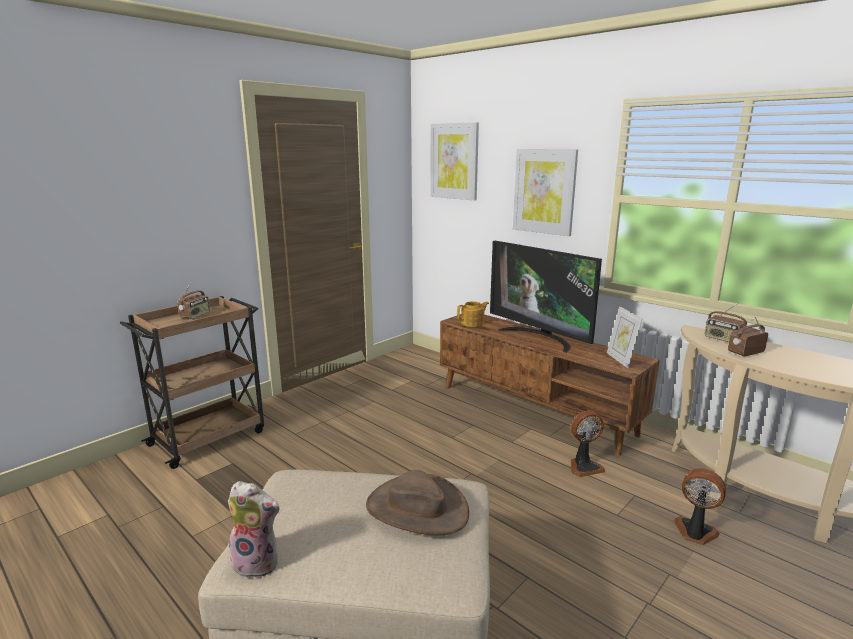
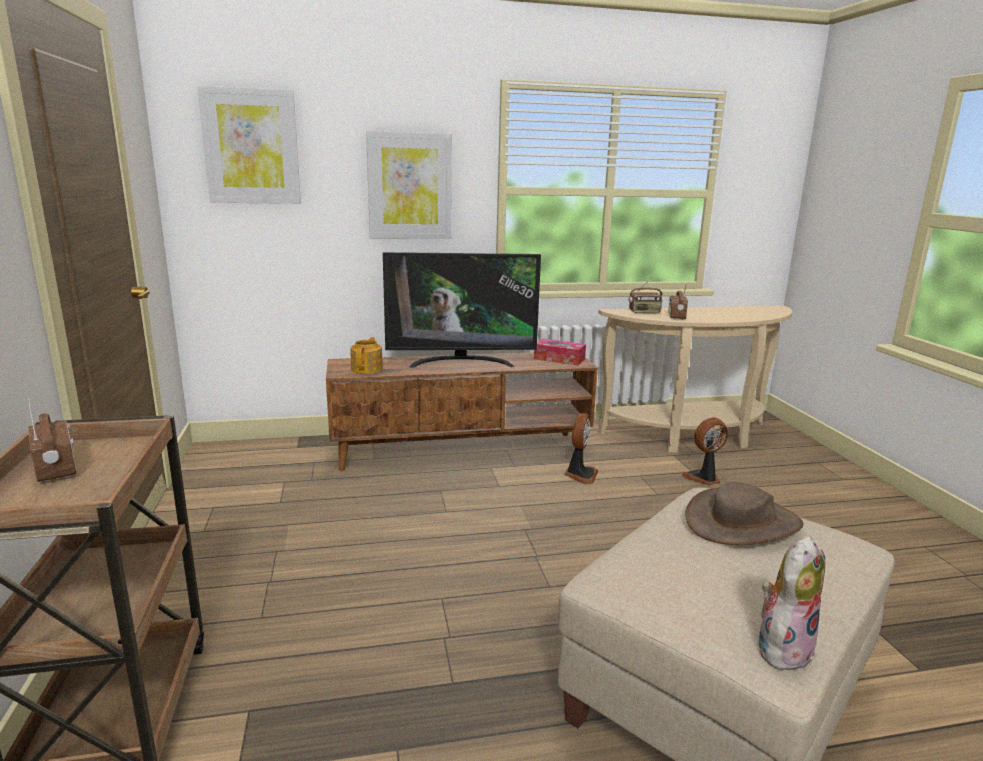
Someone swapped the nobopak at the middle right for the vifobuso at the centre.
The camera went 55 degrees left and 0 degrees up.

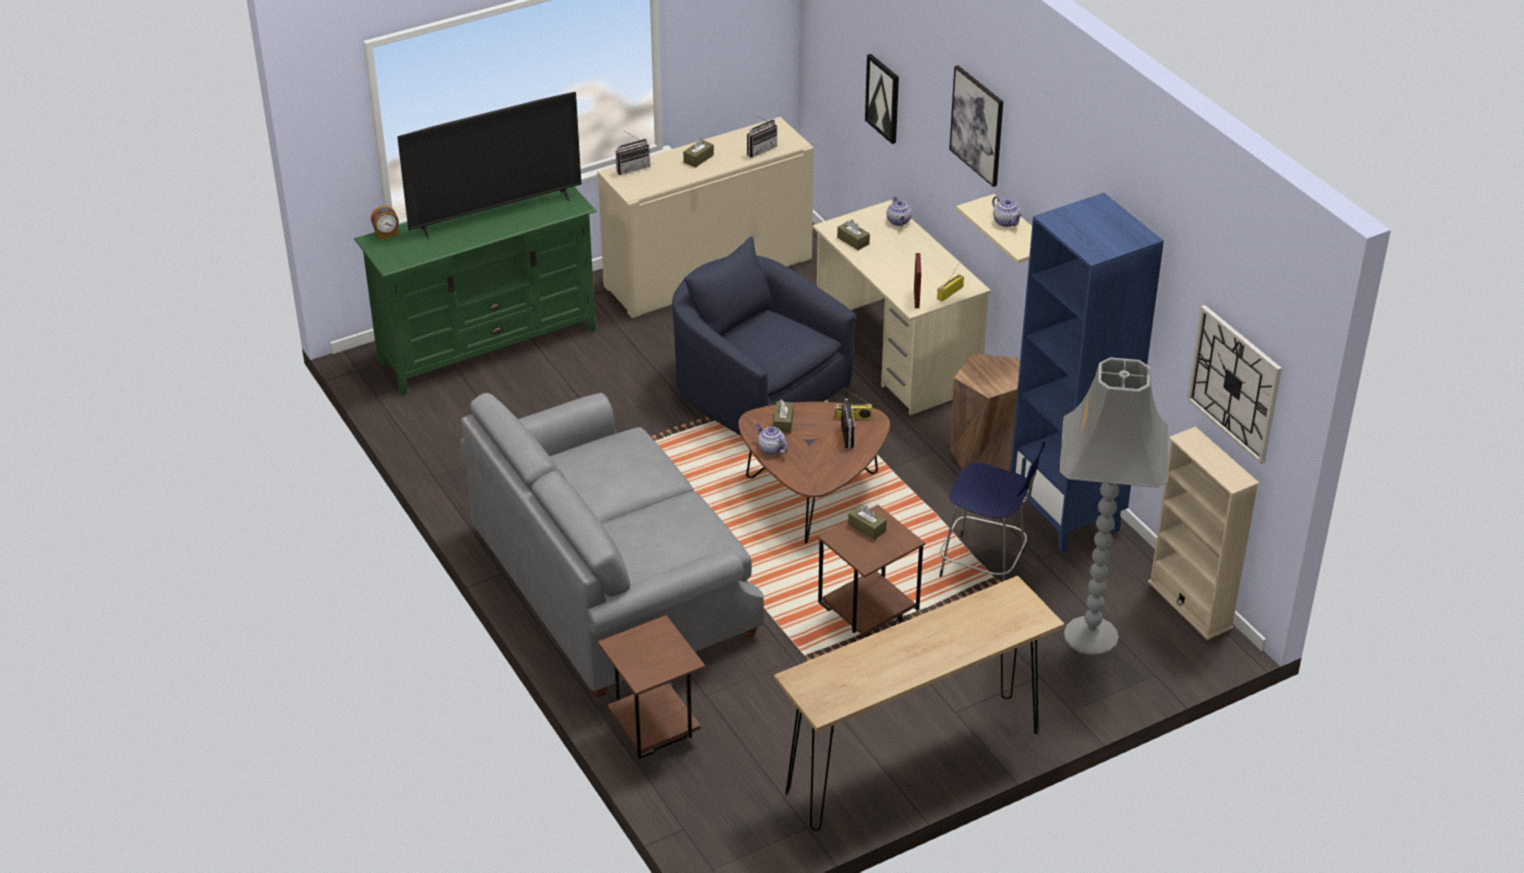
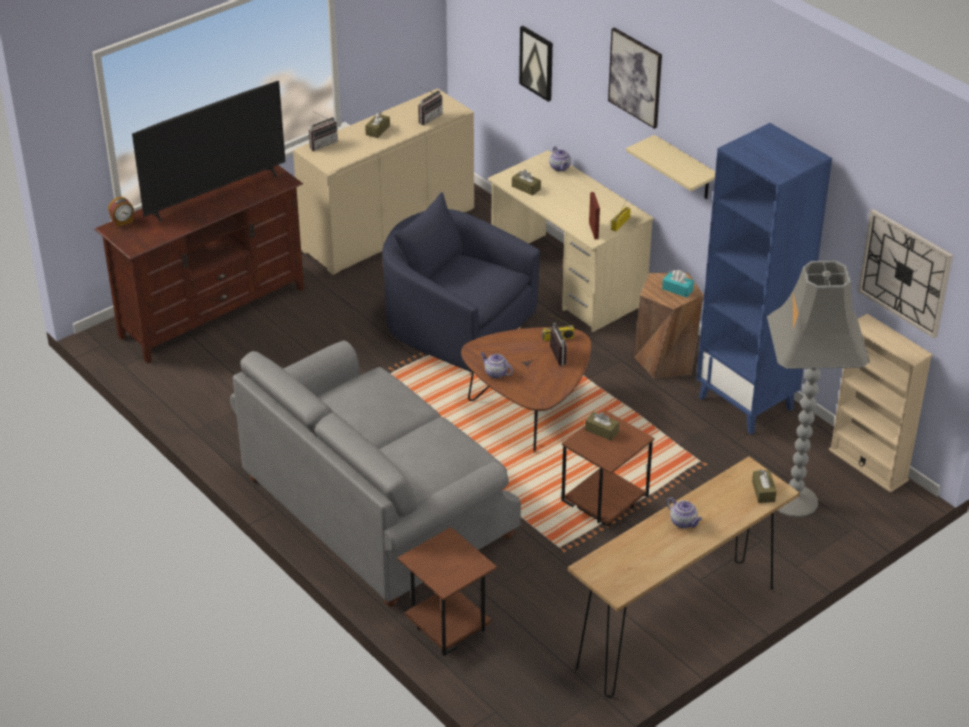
Someone repainted the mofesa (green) at the middle left, which became the mofesa (brown) at the middle left.
Someone carried the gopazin (3rd from left) from the top centre to the bottom right.
Someone carried the vifobuso (brown) (2nd from left in the first image) from the centre to the bottom right.
Someone took away the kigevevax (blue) at the centre.
Someone put down the vifobuso (turquoise) at the middle right.
The camera went 10 degrees left and 0 degrees up.

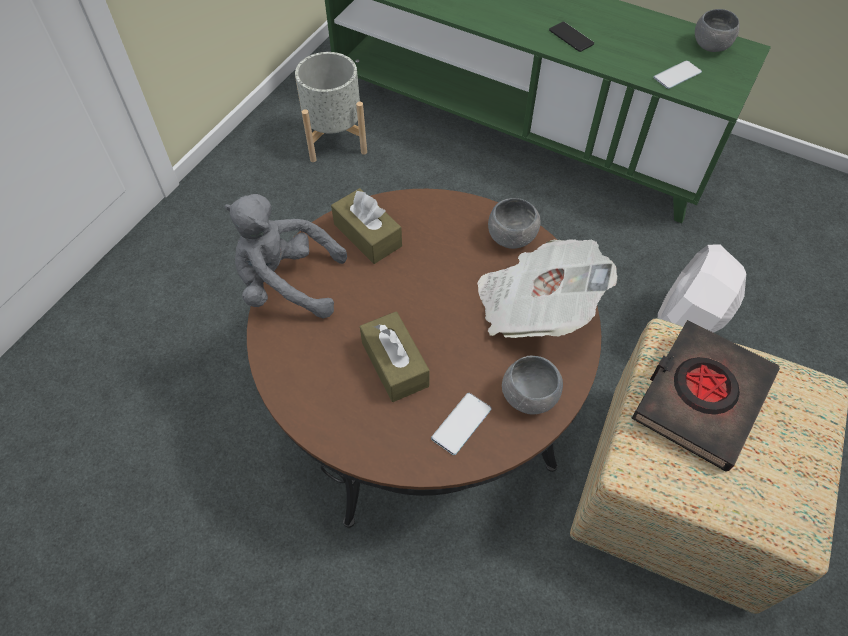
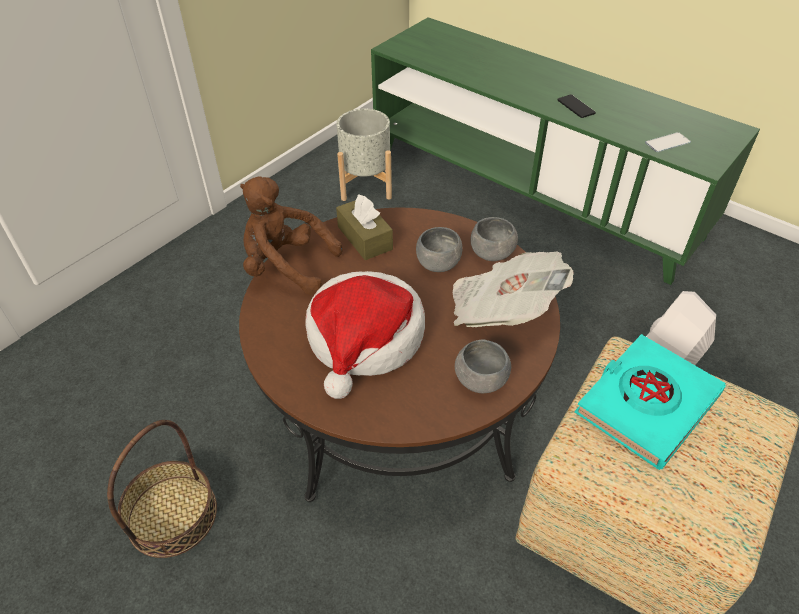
Someone carried the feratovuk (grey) (3rd from left in the first image) from the top right to the centre.
Someone repainted the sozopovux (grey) at the centre, which became the sozopovux (brown) at the centre.
Someone swapped the vifobuso (brown) (2nd from left) at the centre for the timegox at the centre.
Someone repainted the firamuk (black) at the middle right, which became the firamuk (turquoise) at the middle right.
Someone took away the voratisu (1st from left) at the bottom centre.
Someone put down the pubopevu at the bottom left.
The camera went 10 degrees right and 10 degrees down.

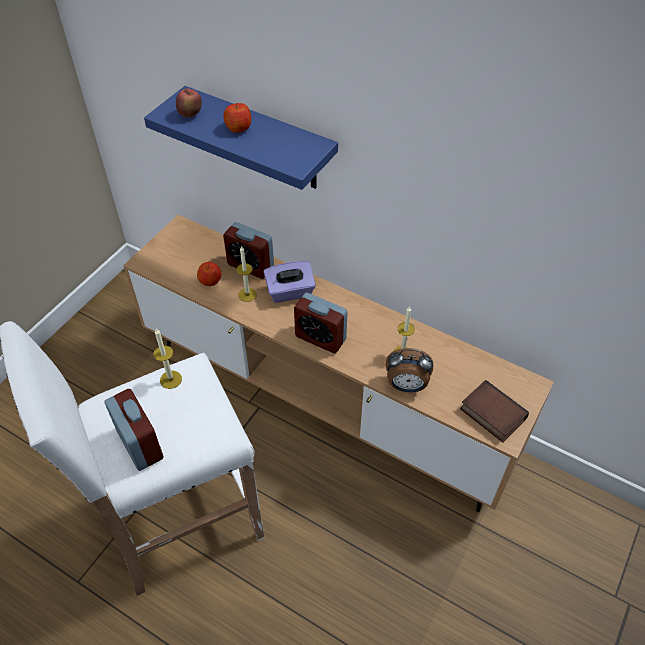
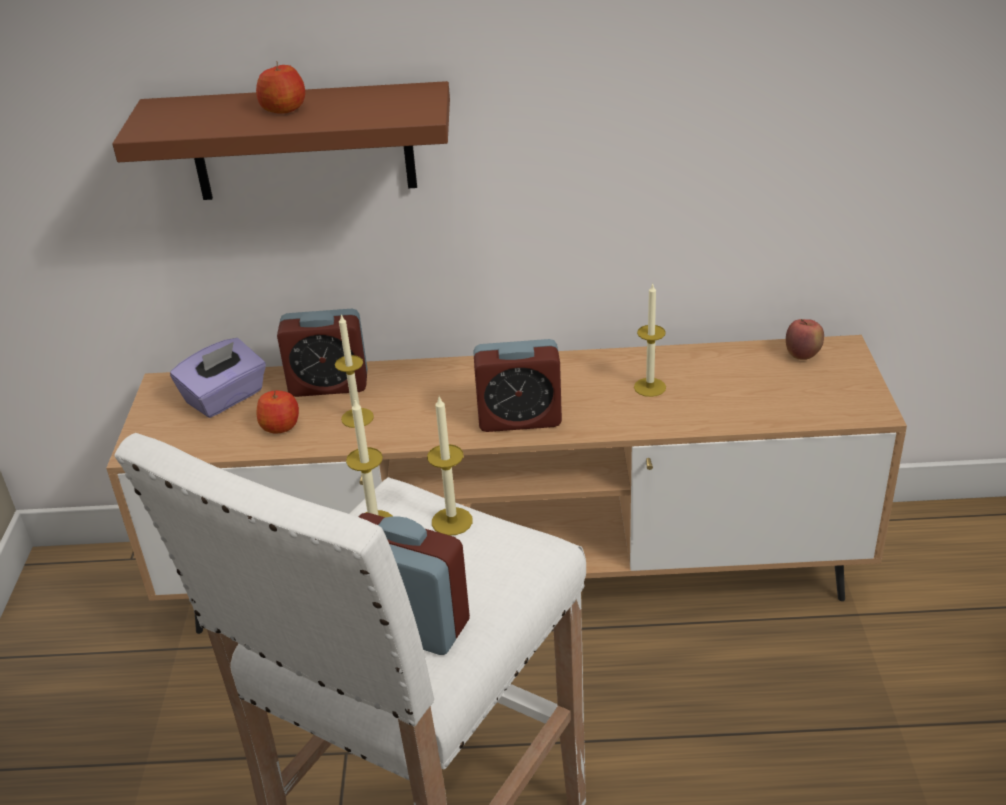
Someone repainted the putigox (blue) at the top centre, which became the putigox (brown) at the top left.
Someone carried the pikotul (1st from left in the first image) from the top left to the middle right.
Someone carried the vifobuso (purple) from the centre to the middle left.
Someone took away the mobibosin (4th from left) at the centre.
Someone took away the firamuk at the middle right.
Someone put down the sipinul (3rd from left) at the centre.
The camera went 30 degrees left and 15 degrees down.

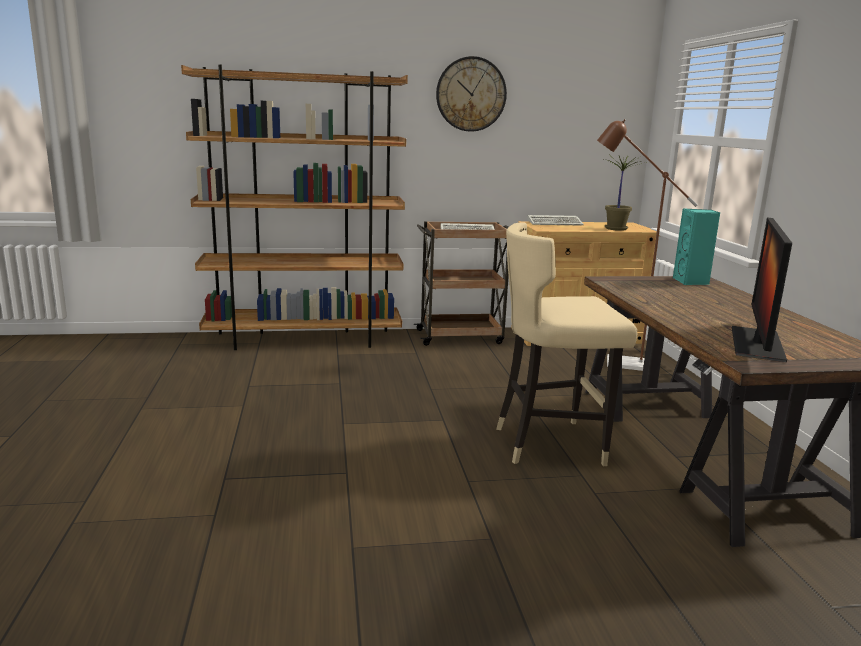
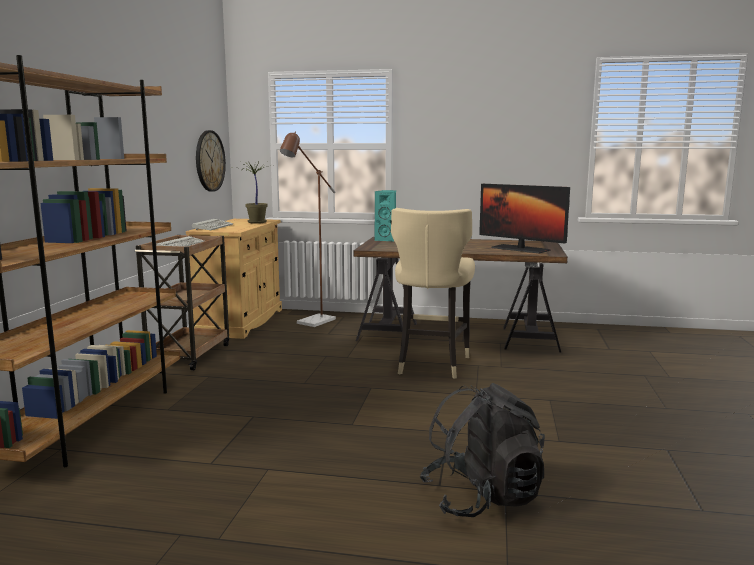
Someone carried the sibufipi from the top centre to the top left.
Someone put down the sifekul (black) at the bottom centre.
The camera went 70 degrees left and 5 degrees down.

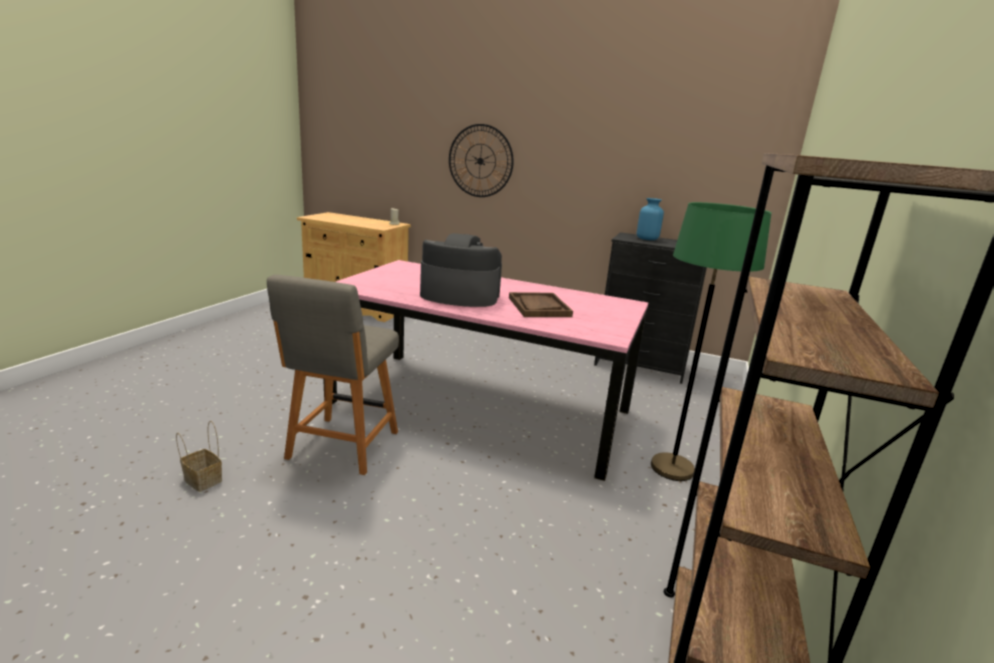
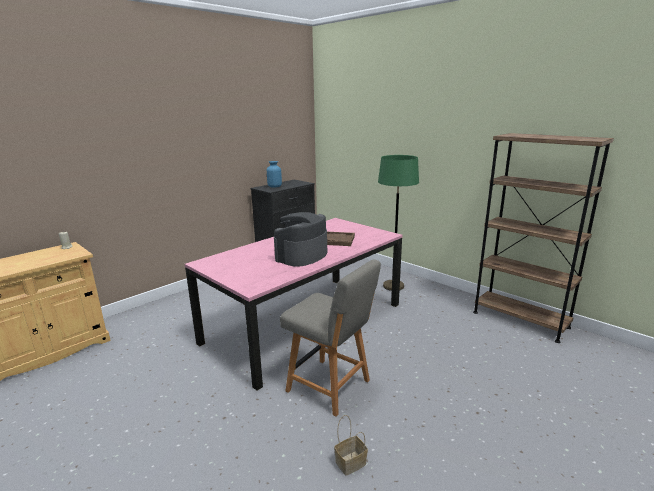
Someone took away the sibufipi at the top centre.
The camera went 65 degrees left and 0 degrees up.

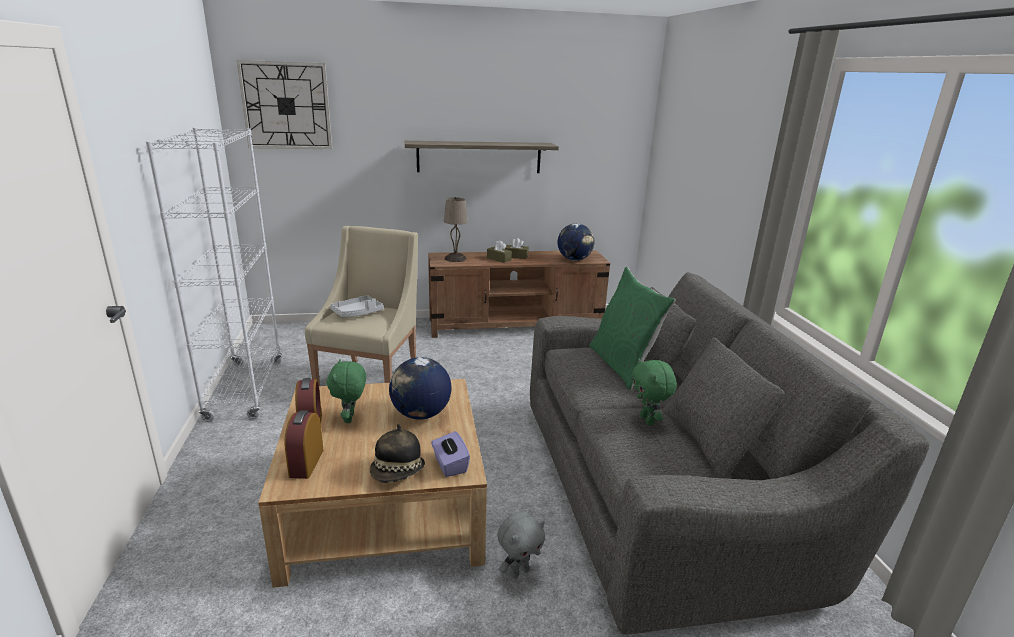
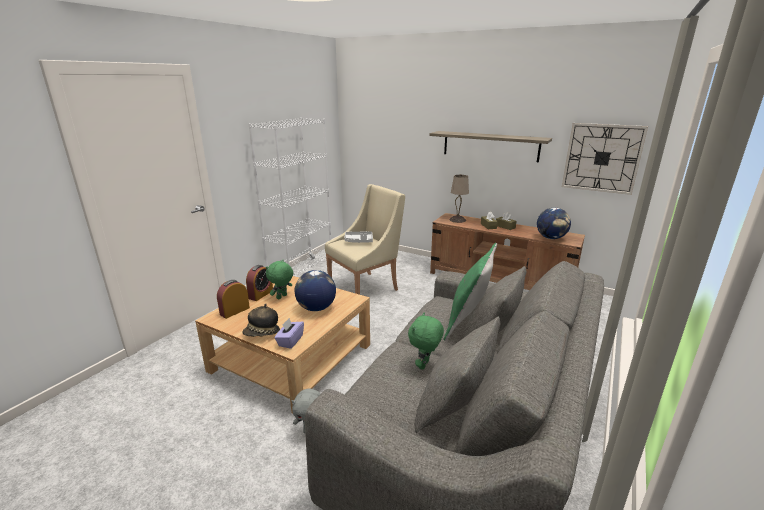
Someone carried the sibufipi from the top left to the top right.
The camera went 40 degrees right and 0 degrees up.

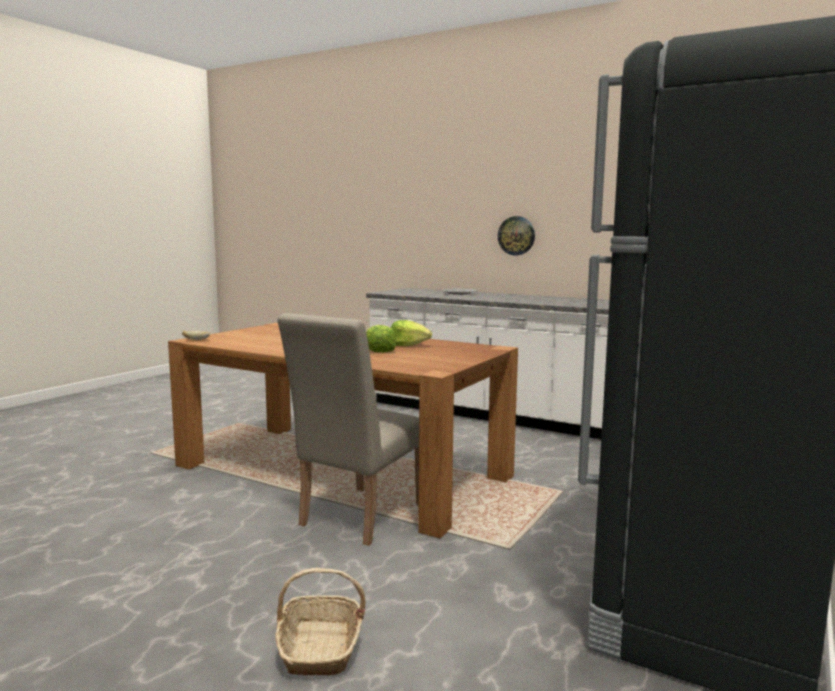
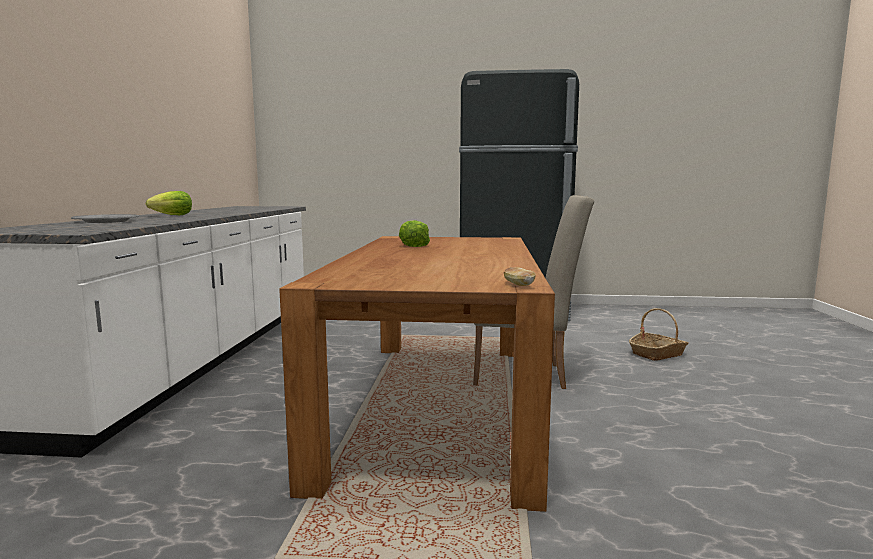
Someone took away the sibufipi at the centre.
Someone carried the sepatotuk (1st from left) from the centre to the middle left.
The camera went 115 degrees left and 0 degrees up.

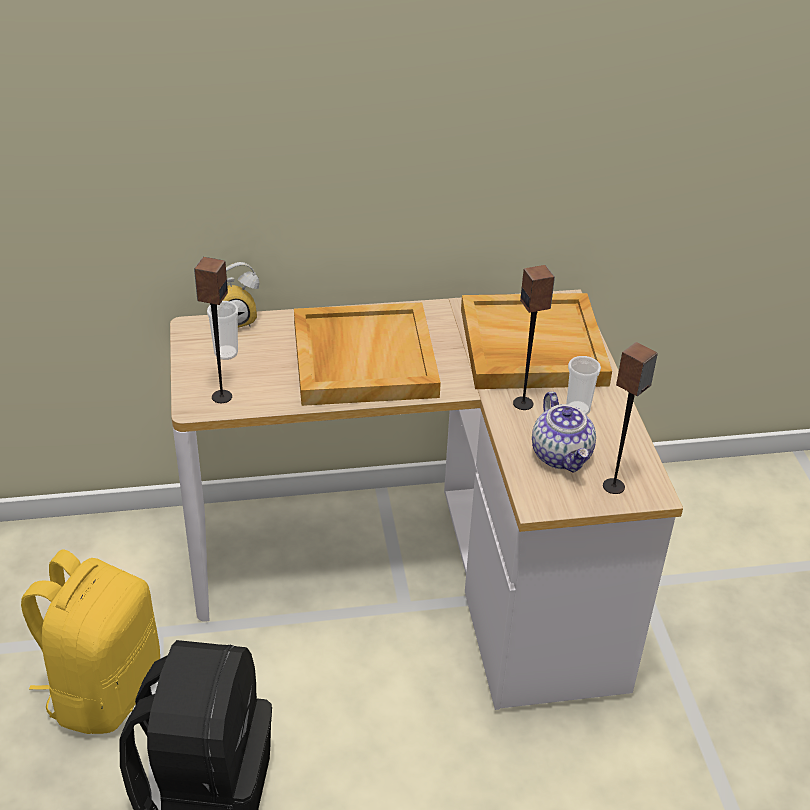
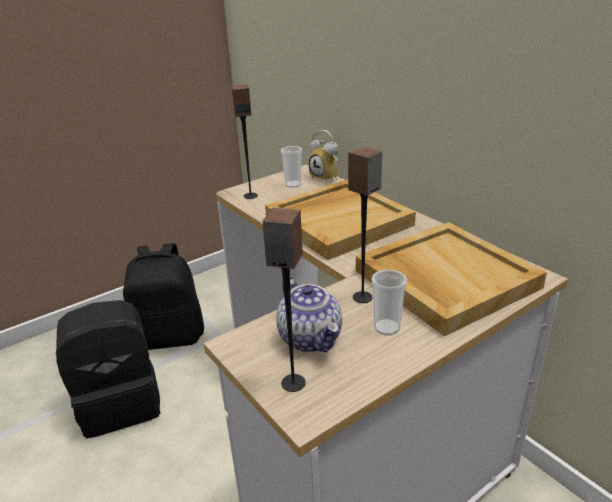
Someone rotated the gopazin at the middle right by 75 degrees counterclockwise.
Someone repainted the sifekul (yellow) at the bottom left, which became the sifekul (black) (2nd from left) at the middle left.
The camera went 65 degrees right and 10 degrees down.

